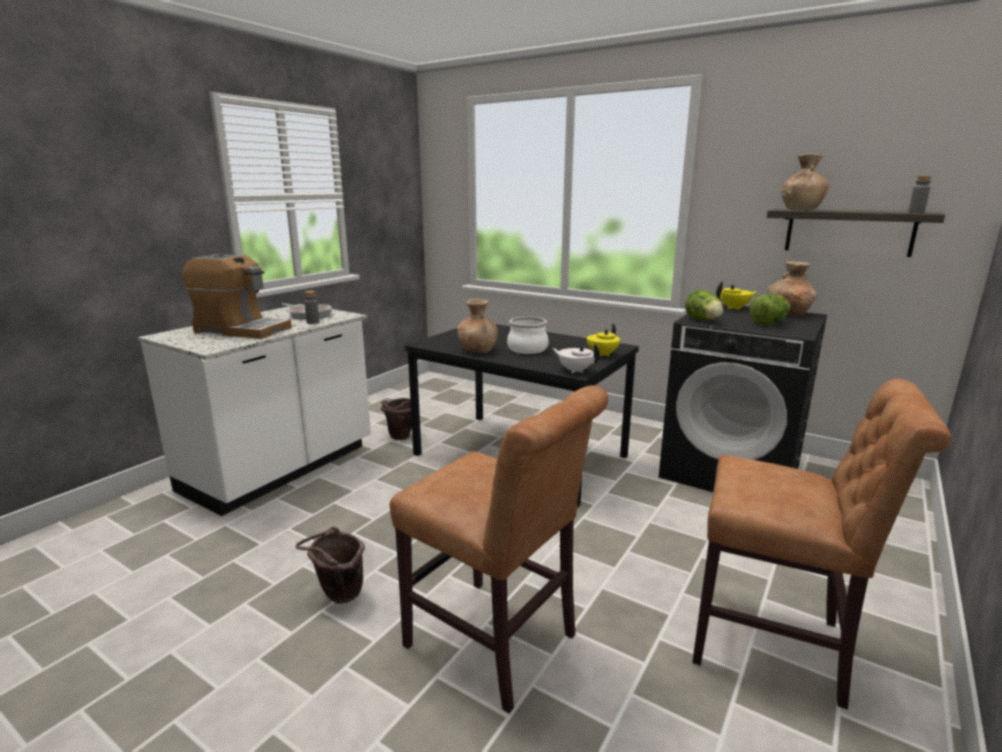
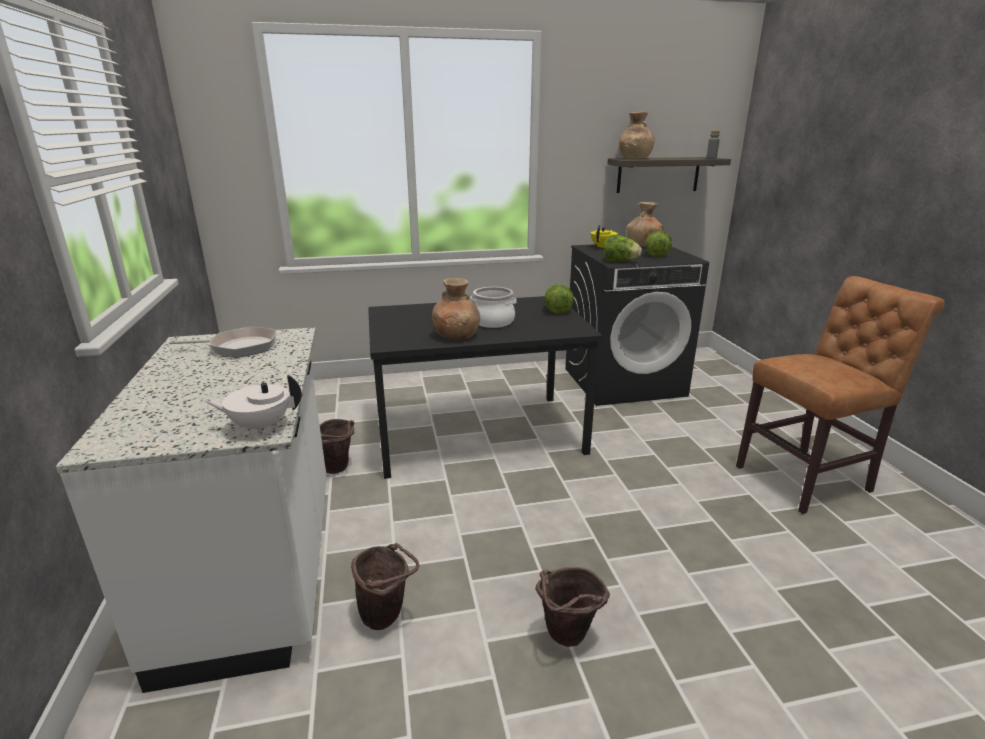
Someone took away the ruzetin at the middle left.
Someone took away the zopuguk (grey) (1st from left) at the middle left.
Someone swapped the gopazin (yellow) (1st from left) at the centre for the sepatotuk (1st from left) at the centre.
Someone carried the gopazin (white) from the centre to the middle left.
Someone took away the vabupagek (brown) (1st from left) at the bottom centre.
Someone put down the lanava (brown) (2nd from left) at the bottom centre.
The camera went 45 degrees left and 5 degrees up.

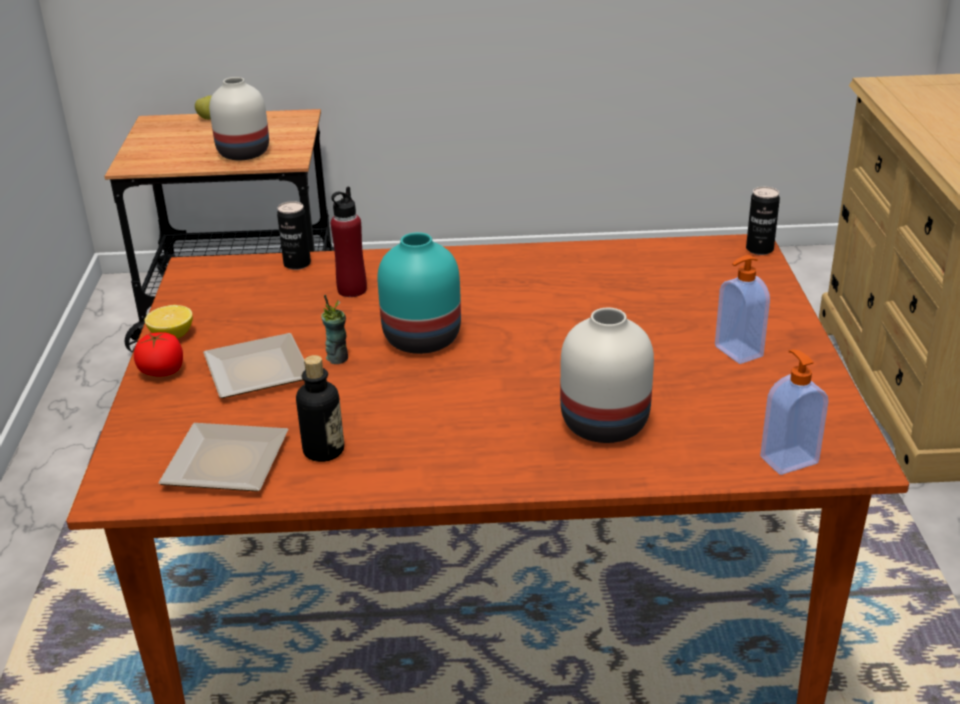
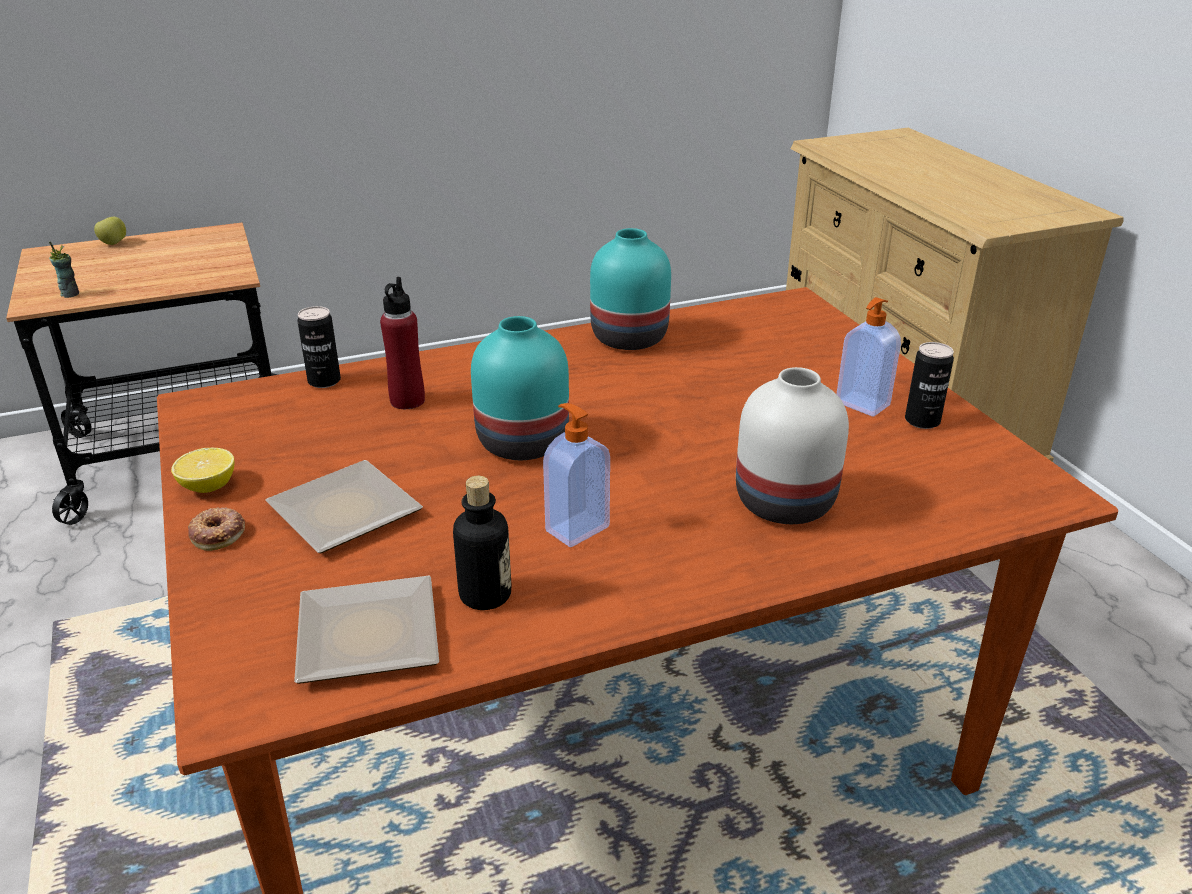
Someone took away the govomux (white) (1st from left) at the top left.
Someone carried the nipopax (2nd from left) from the top right to the middle right.
Someone carried the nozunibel from the centre to the top left.
Someone swapped the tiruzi at the middle left for the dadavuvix at the middle left.
Someone carried the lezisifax (2nd from left in the first image) from the middle right to the centre.
Someone put down the govomux (turquoise) (2nd from left) at the top centre.
The camera went 20 degrees left and 0 degrees up.

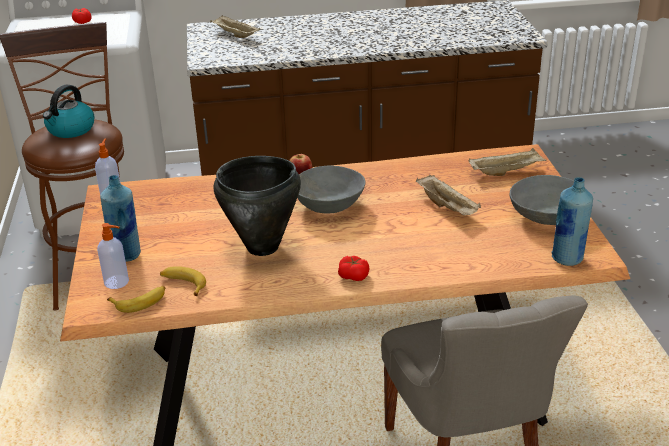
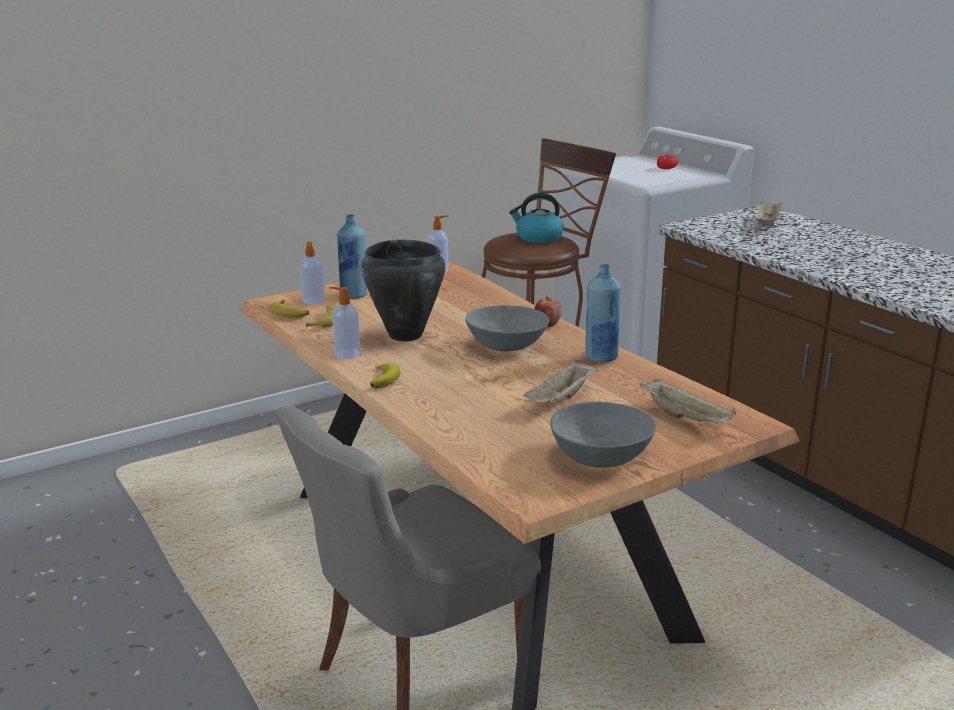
Someone carried the zopuguk (blue) (2nd from left) from the middle right to the centre.
Someone swapped the tiruzi (2nd from left) at the centre for the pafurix (3rd from left) at the centre.
Someone put down the lezisifax (2nd from left) at the centre.
The camera went 65 degrees right and 10 degrees down.

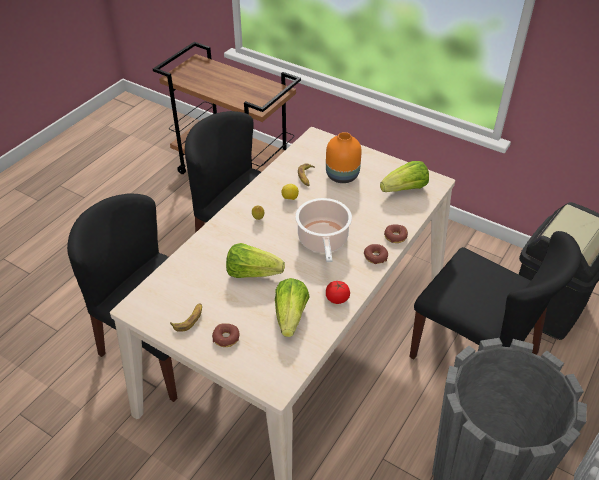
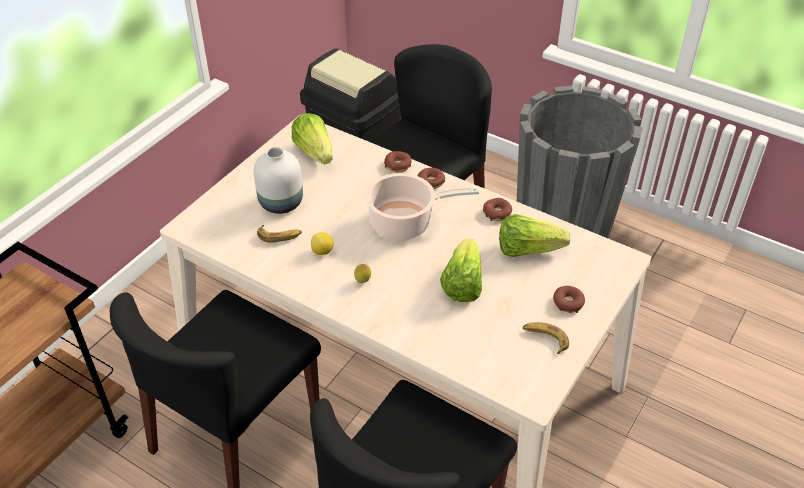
Someone repainted the govomux (orange) at the top centre, which became the govomux (white) at the centre.
Someone swapped the tiruzi at the centre for the dadavuvix (3rd from left) at the centre.
The camera went 90 degrees left and 0 degrees up.

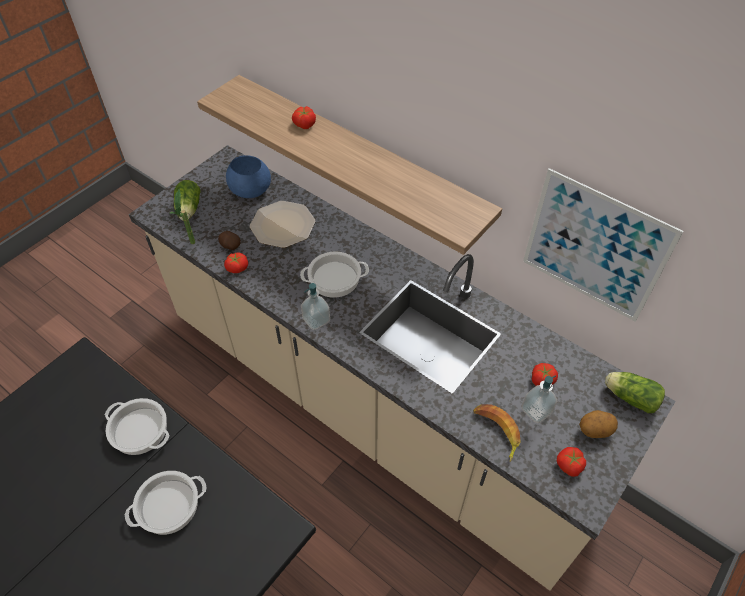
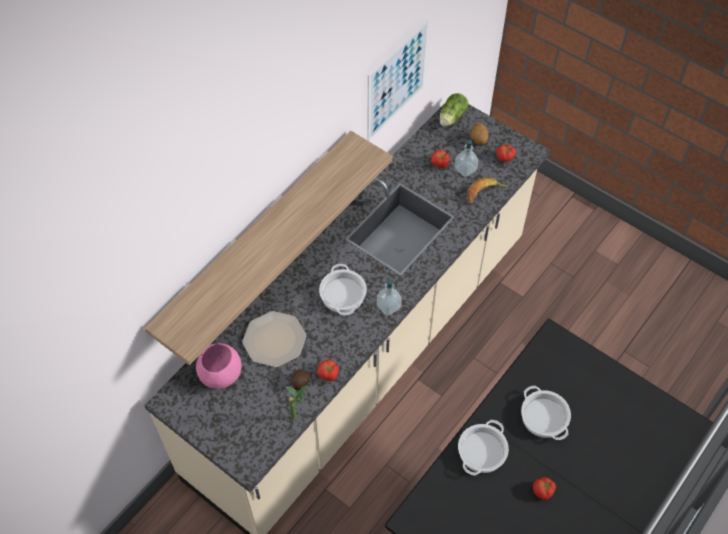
Someone carried the tiruzi (2nd from left in the first image) from the top centre to the bottom right.
Someone repainted the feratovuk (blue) at the top left, which became the feratovuk (pink) at the bottom left.
Someone took away the sepatotuk (1st from left) at the middle left.
The camera went 90 degrees left and 5 degrees up.

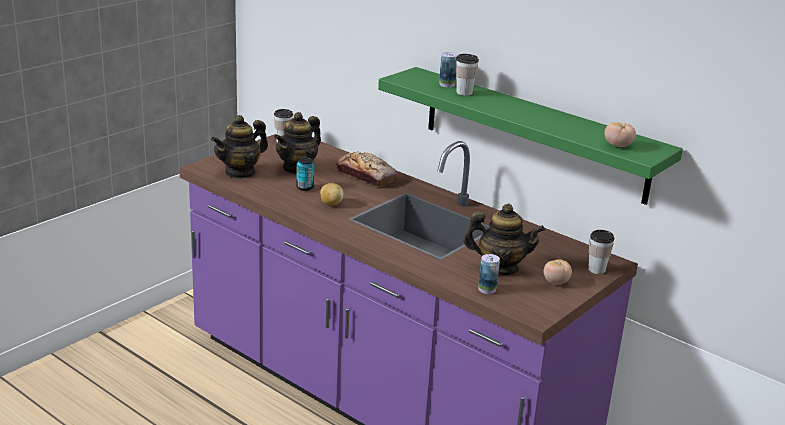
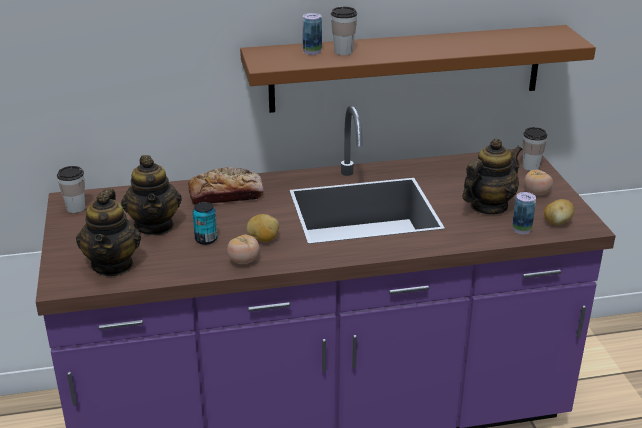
Someone repainted the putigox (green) at the top right, which became the putigox (brown) at the top centre.
Someone carried the tiruzi (2nd from left in the first image) from the top right to the centre.
Someone put down the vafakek (2nd from left) at the middle right.
The camera went 50 degrees left and 5 degrees up.

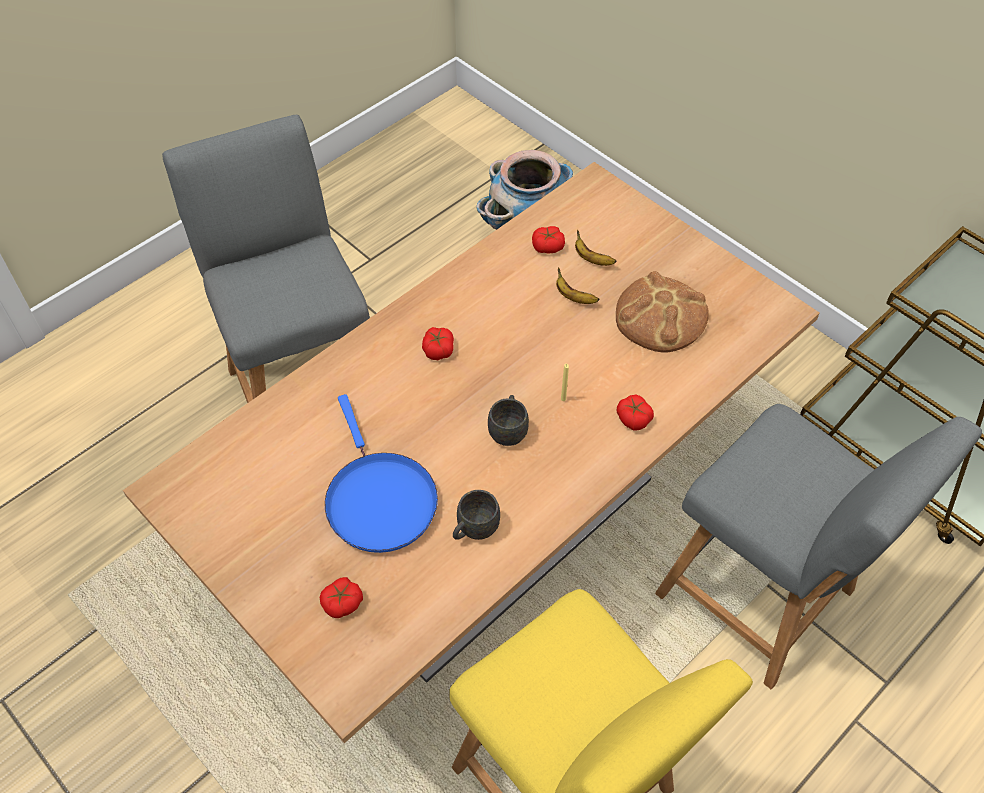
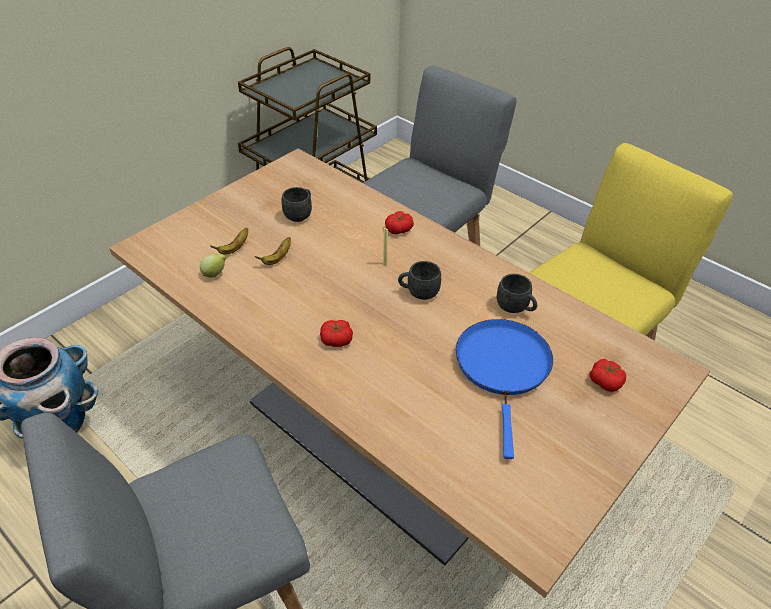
Someone swapped the tiruzi (3rd from left) at the top centre for the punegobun at the middle left.
Someone swapped the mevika at the middle right for the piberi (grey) (1st from left) at the centre.
Someone rotated the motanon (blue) at the centre by 60 degrees counterclockwise.
The camera went 95 degrees left and 10 degrees down.

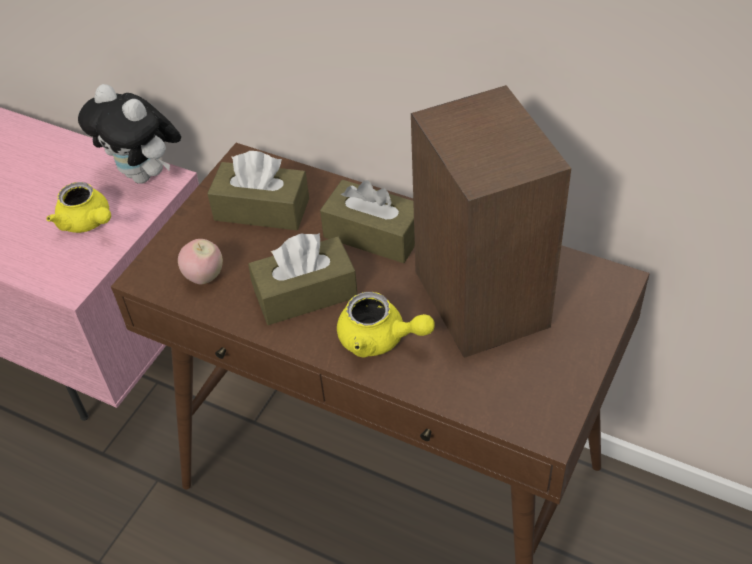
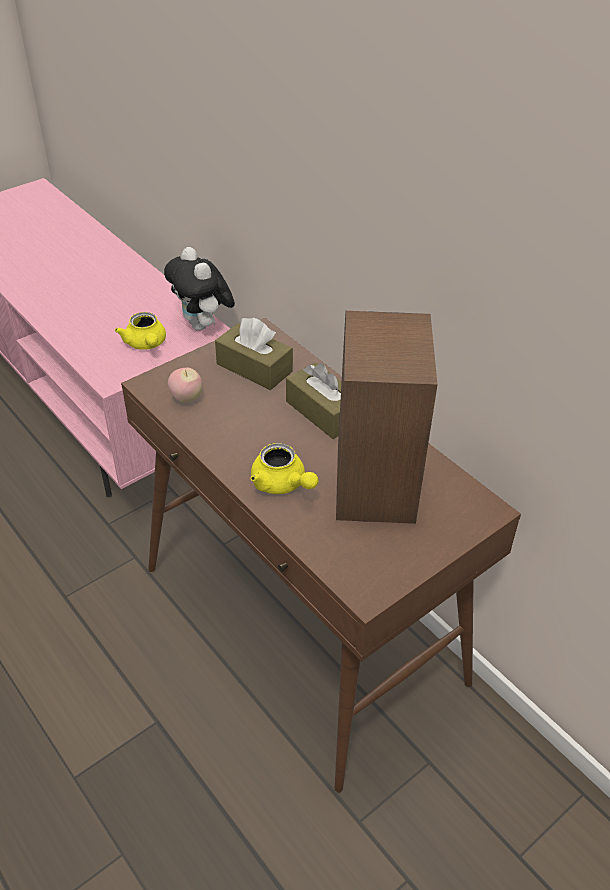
Someone took away the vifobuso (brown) (2nd from left) at the centre.
The camera went 20 degrees right and 5 degrees down.

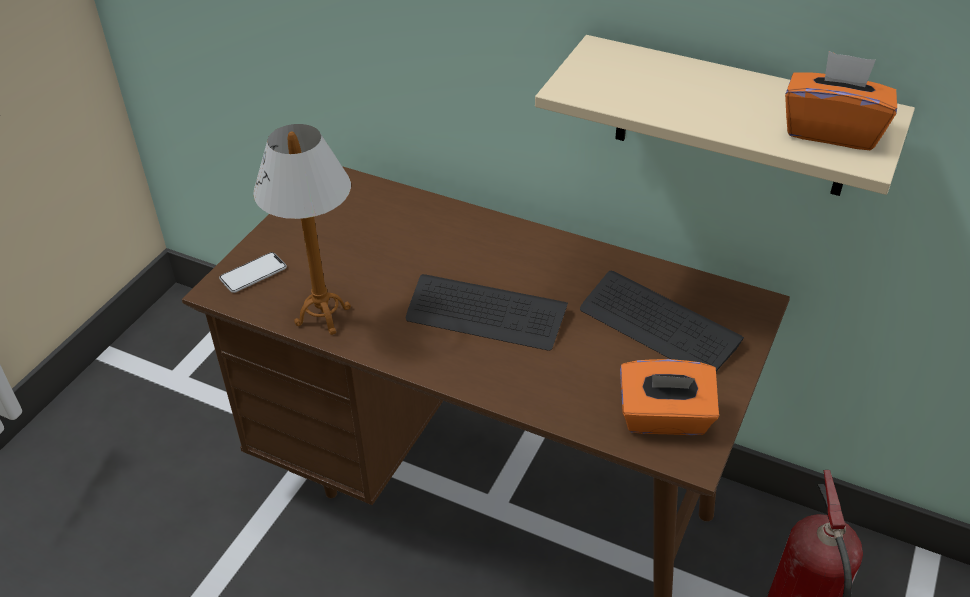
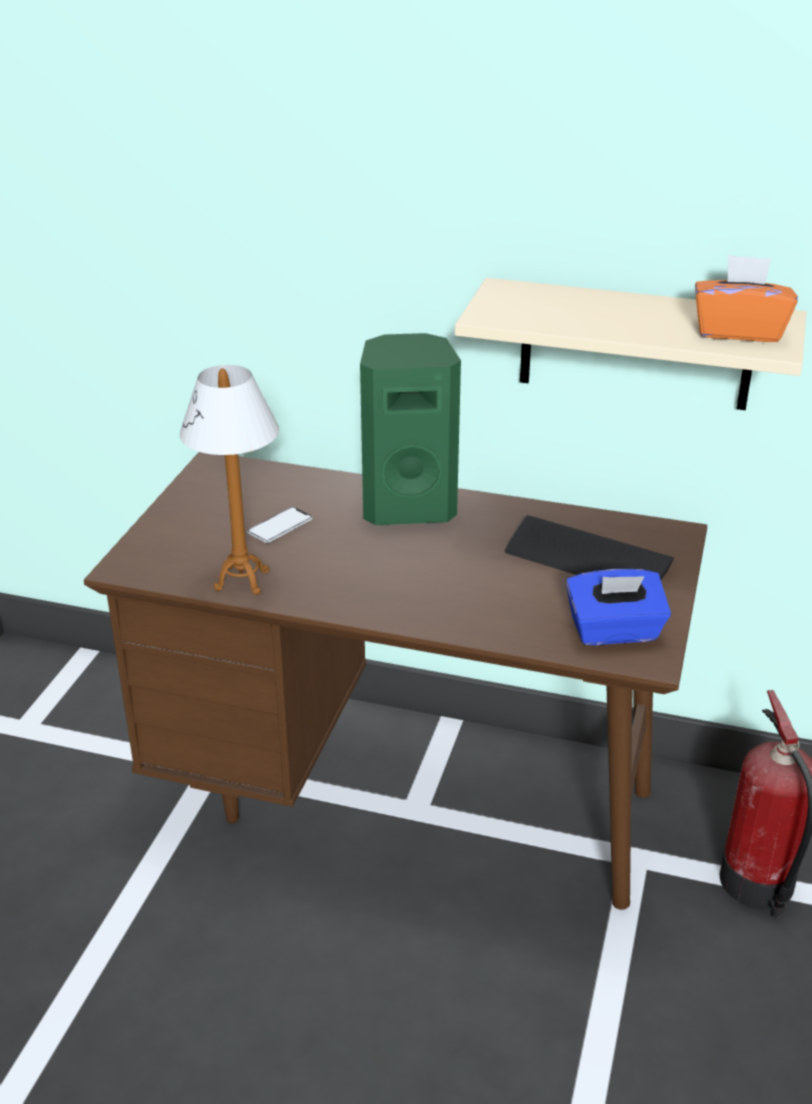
Someone carried the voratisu from the middle left to the centre.
Someone took away the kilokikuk (1st from left) at the centre.
Someone repainted the vifobuso (orange) (1st from left) at the middle right, which became the vifobuso (blue) at the middle right.
Someone put down the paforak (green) at the centre.
The camera went 10 degrees left and 10 degrees down.

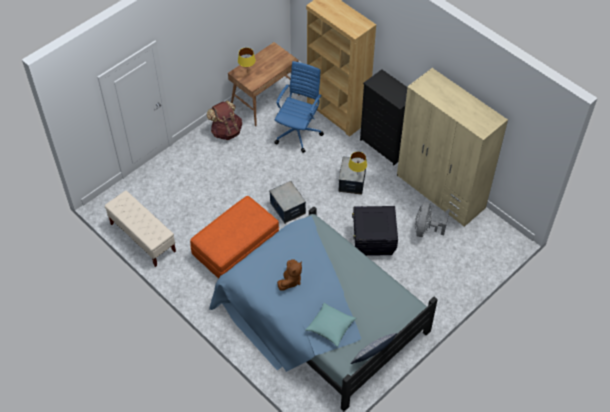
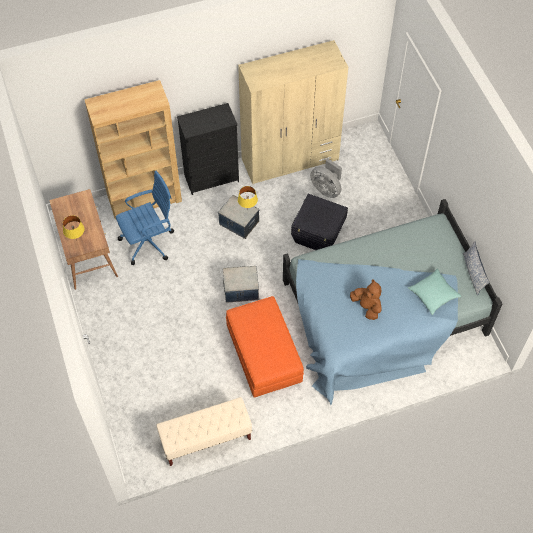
Someone rotated the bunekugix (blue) at the top centre by 105 degrees clockwise.
Someone took away the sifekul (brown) at the top centre.
The camera went 65 degrees left and 5 degrees up.

